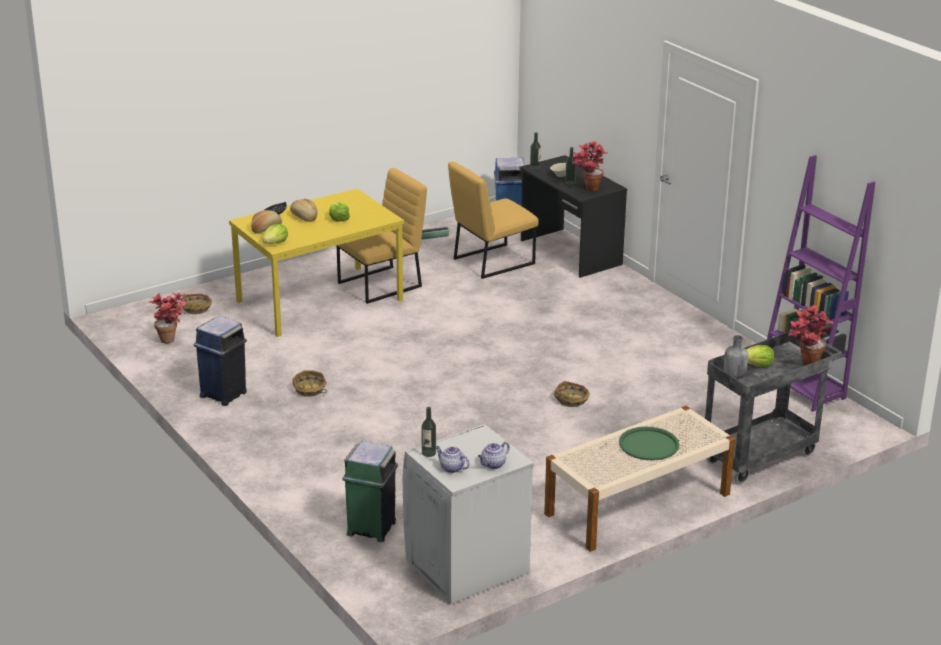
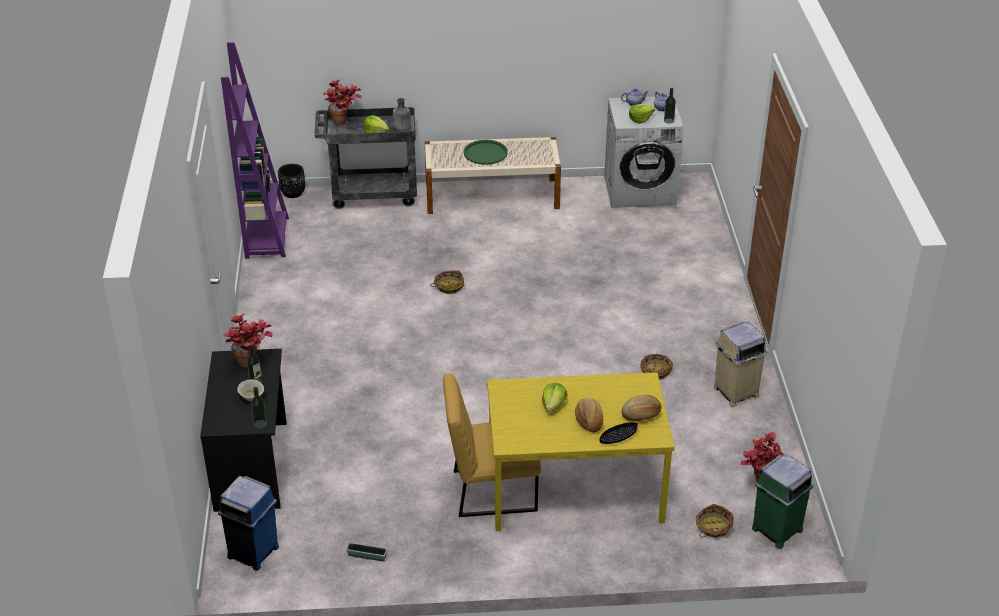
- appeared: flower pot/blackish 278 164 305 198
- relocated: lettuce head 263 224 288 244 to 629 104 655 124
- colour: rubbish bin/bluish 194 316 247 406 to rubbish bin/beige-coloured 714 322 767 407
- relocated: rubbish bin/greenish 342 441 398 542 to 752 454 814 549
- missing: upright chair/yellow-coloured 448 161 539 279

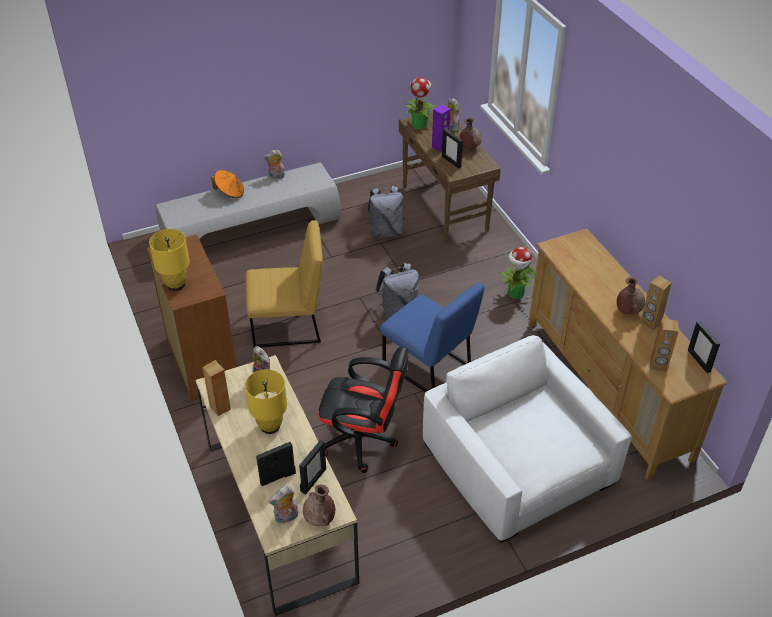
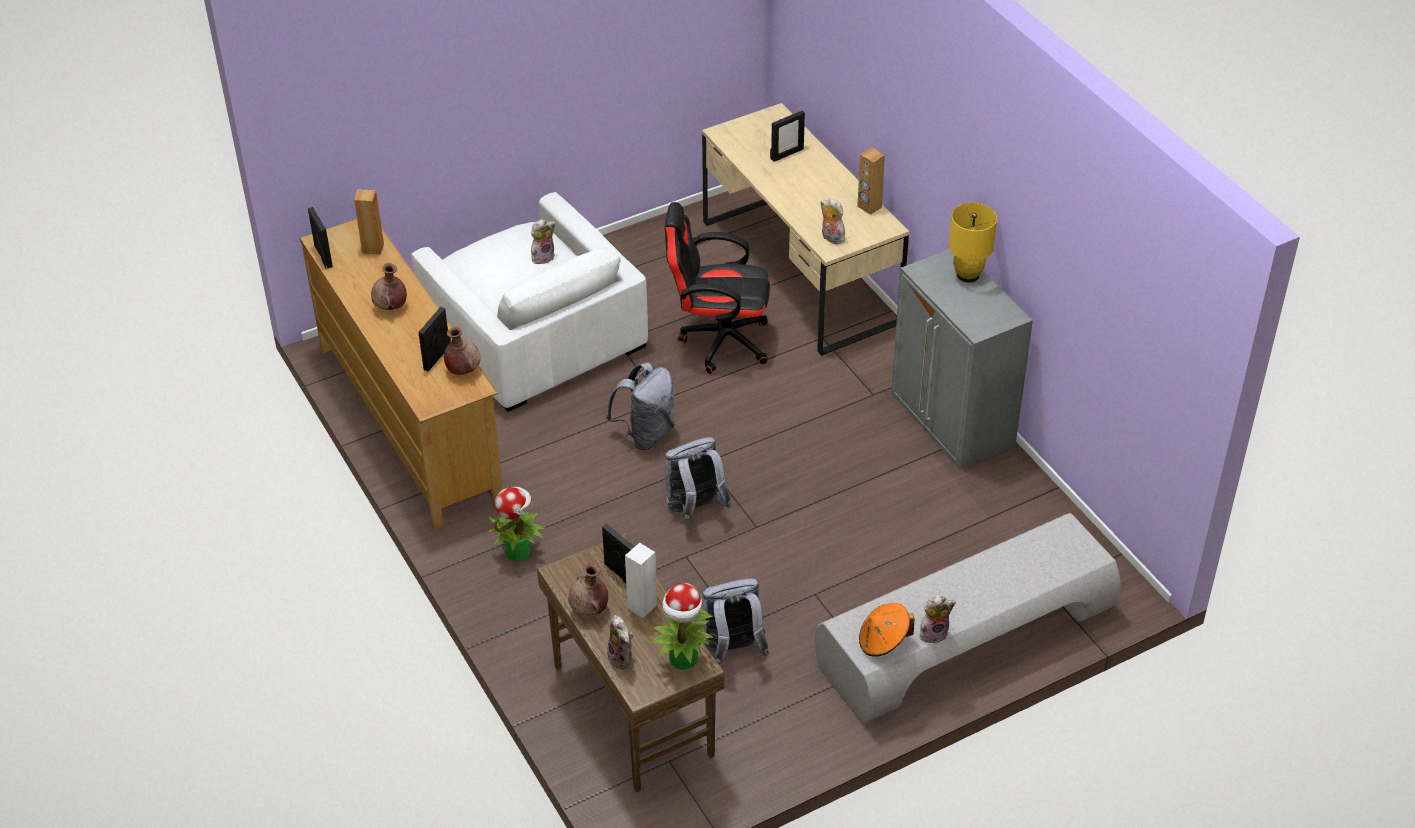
- relocated: standing frame 299 440 326 494 to 418 307 451 372
- relocated: decorative vase/brown 303 485 335 526 to 444 327 481 375
- relocated: cuddly toy 268 486 298 524 to 531 219 555 264
- exchanged: upright chair/bluish 380 283 485 392 to backpack/gray 606 362 675 450
- colour: speaker/purple 432 105 450 152 to speaker/white-coloured 625 543 657 618
- relocated: hat/orange 211 170 244 198 to 859 603 914 657
- colour: cabinet/brown 147 234 237 401 to cabinet/gray 891 249 1033 469
- missing: lamp for a table/yellow-coloured 245 369 287 434
- missing: upright chair/yellow-coloured 246 220 323 348
- missing: speaker/brown 640 275 672 330

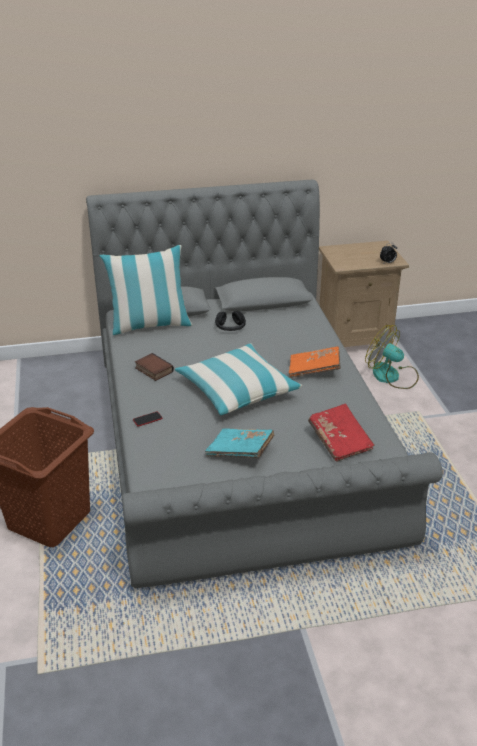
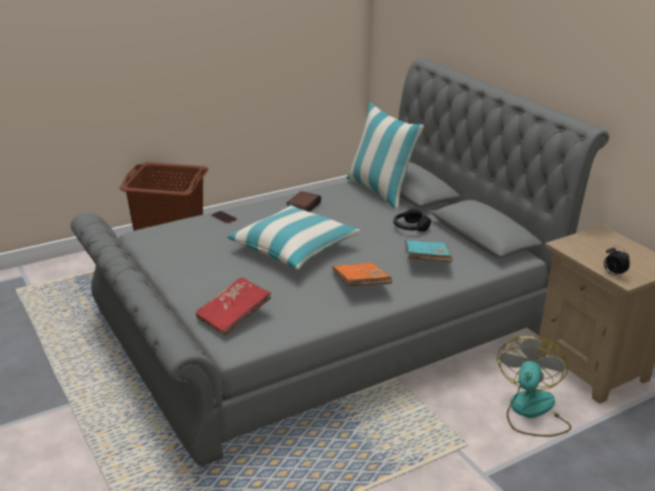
- relocated: book/blue-green 205 428 274 458 to 405 240 452 263

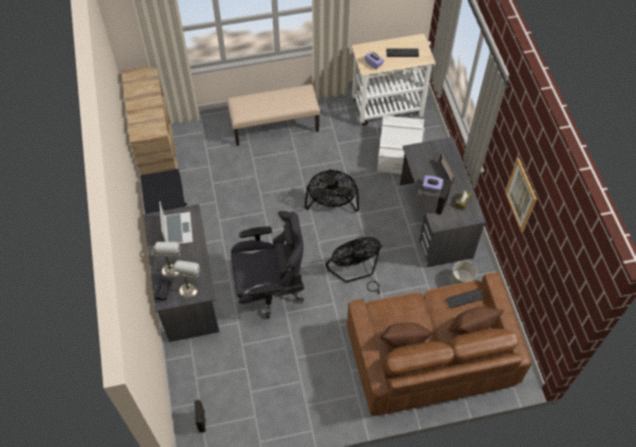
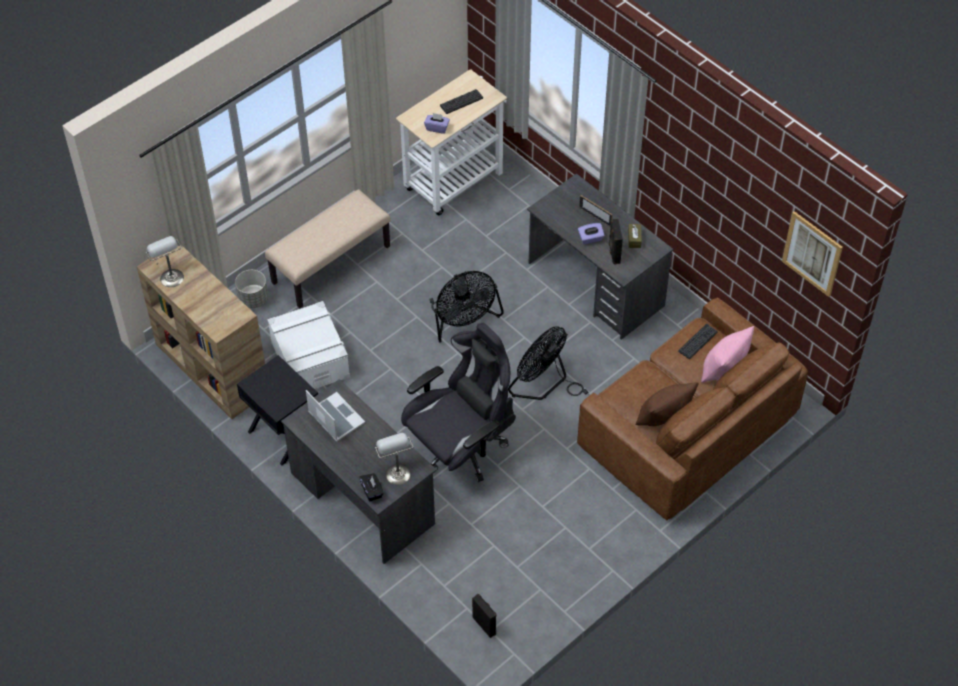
- relocated: lamp for a table/white-coloured 152 242 181 278 to 146 236 184 287
- relocated: flower pot/gray 450 260 477 285 to 235 270 268 308
- relocated: storage box/white-coloured 377 115 425 174 to 267 301 350 389
- colour: throw pillow/brown 448 307 504 335 to throw pillow/pink-coloured 701 326 754 382
- relocated: wall art 505 158 537 233 to 782 211 843 297

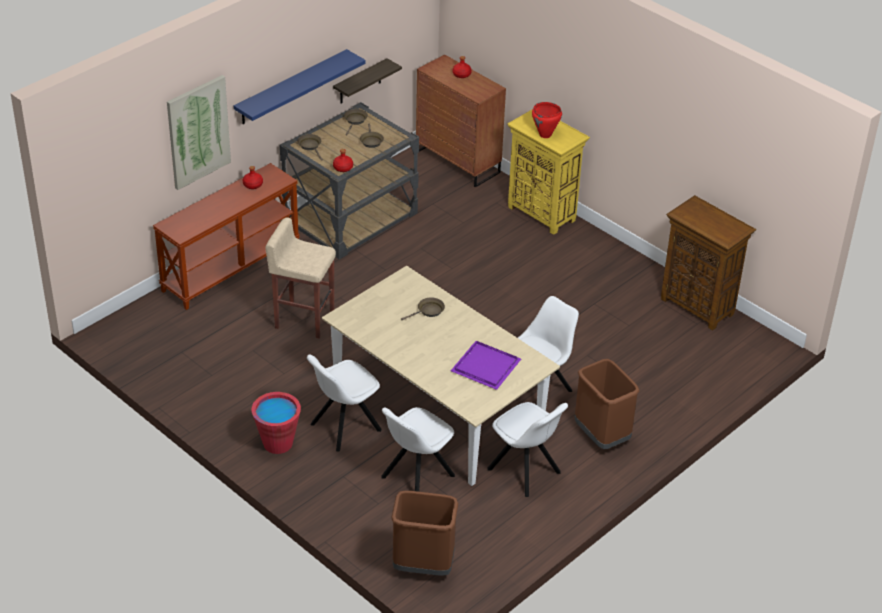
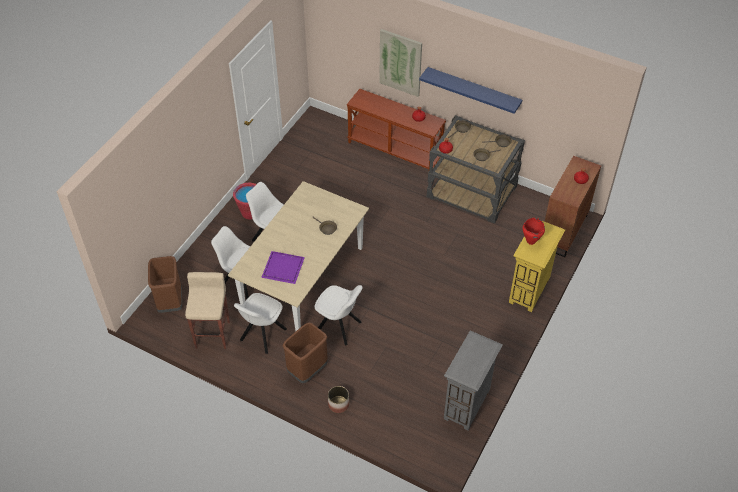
- relocated: stool/beige-coloured 265 217 336 339 to 185 272 230 349
- appeared: flower pot 328 386 349 413
- colour: cabinet/brown 661 195 756 331 to cabinet/gray 444 331 503 430
- missing: bracket shelf 333 58 402 103

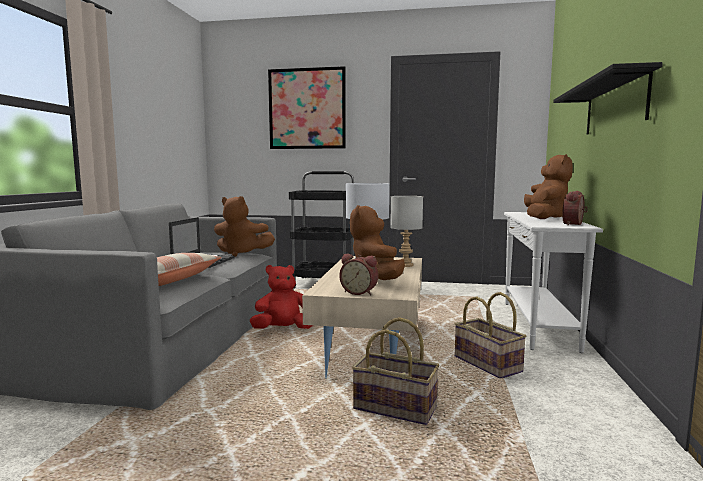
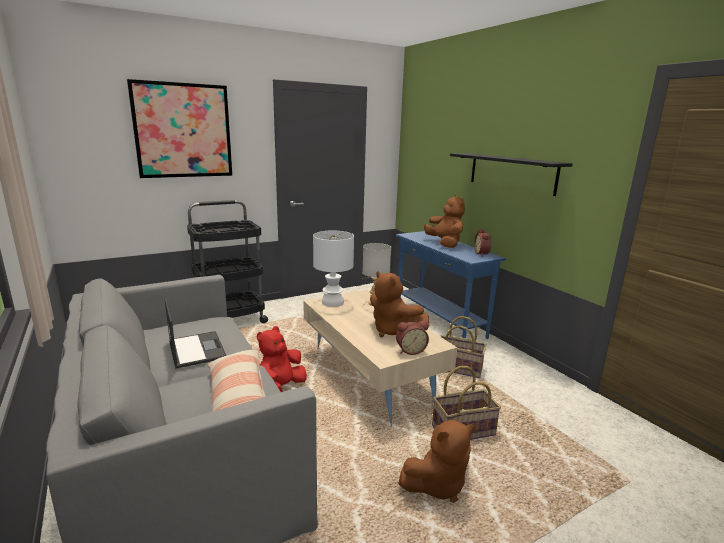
- colour: hall table/white-coloured 504 212 603 353 to hall table/bluish 396 231 506 339
- relocated: cuddly toy/brown 214 196 275 257 to 399 420 474 503

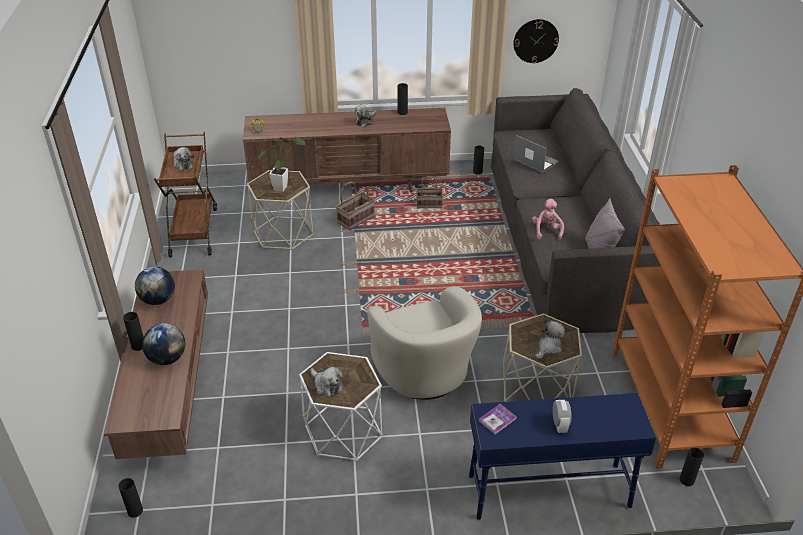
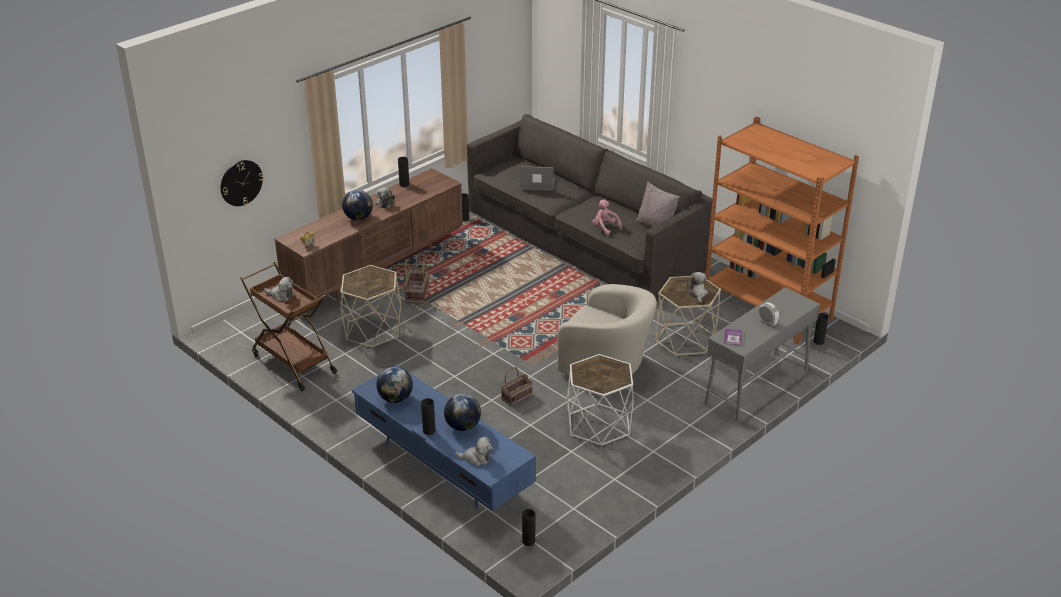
- relocated: hanging clock 514 19 559 63 to 221 160 263 206
- appeared: globe 342 190 373 220
- colour: tv unit/brown 104 270 208 459 to tv unit/bluish 352 365 536 511
- relocated: cuddly toy 310 367 343 397 to 455 437 493 466
- relocated: basket 416 176 443 208 to 501 367 533 406
- colour: hall table/bluish 469 393 656 520 to hall table/gray 705 287 820 423
- missing: houseplant 259 137 305 192

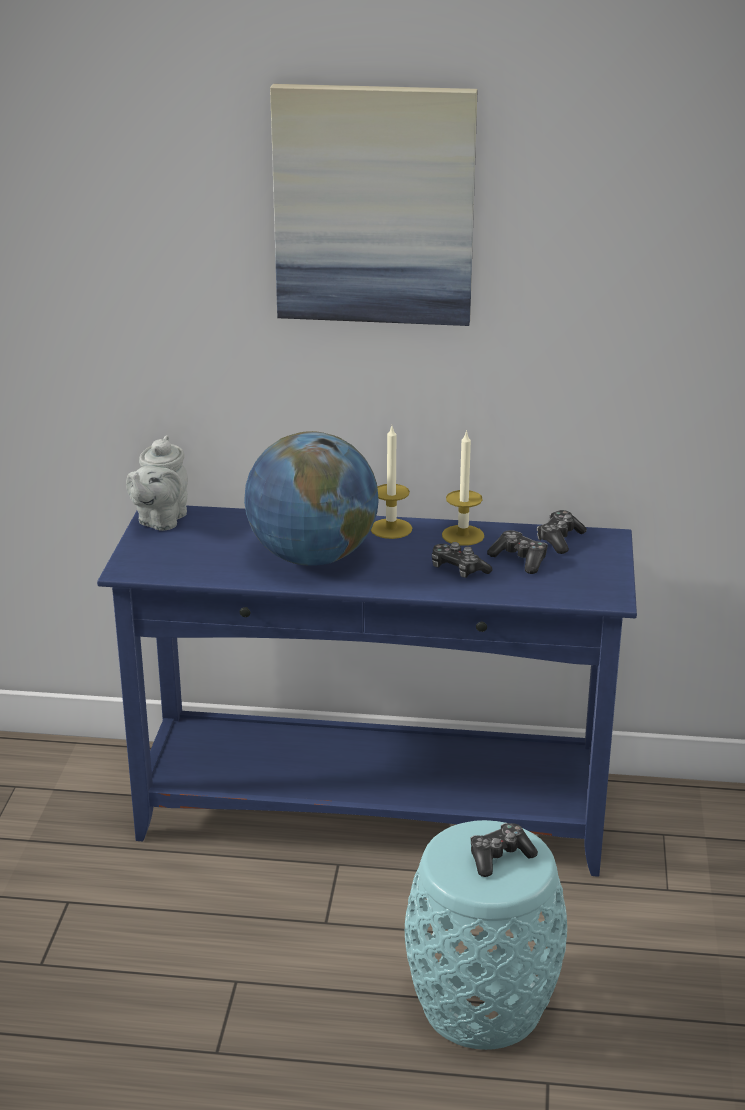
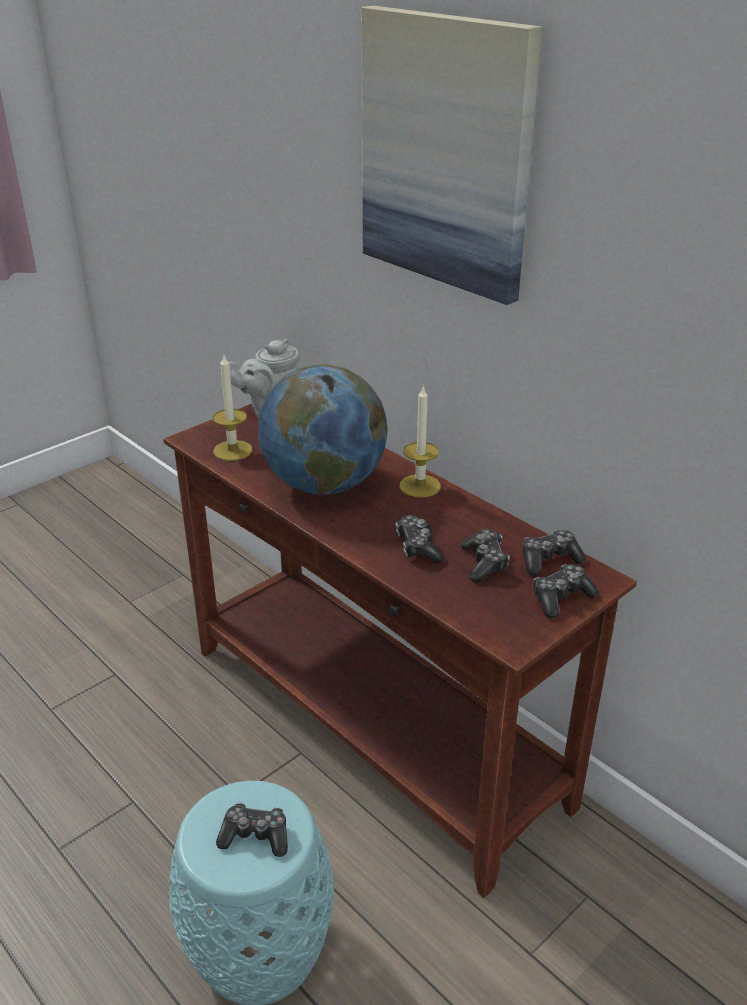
- colour: hall table/bluish 97 506 637 877 to hall table/brown 163 404 637 898
- relocated: candle 442 430 484 546 to 213 353 252 461
- appeared: joypad 533 564 599 618

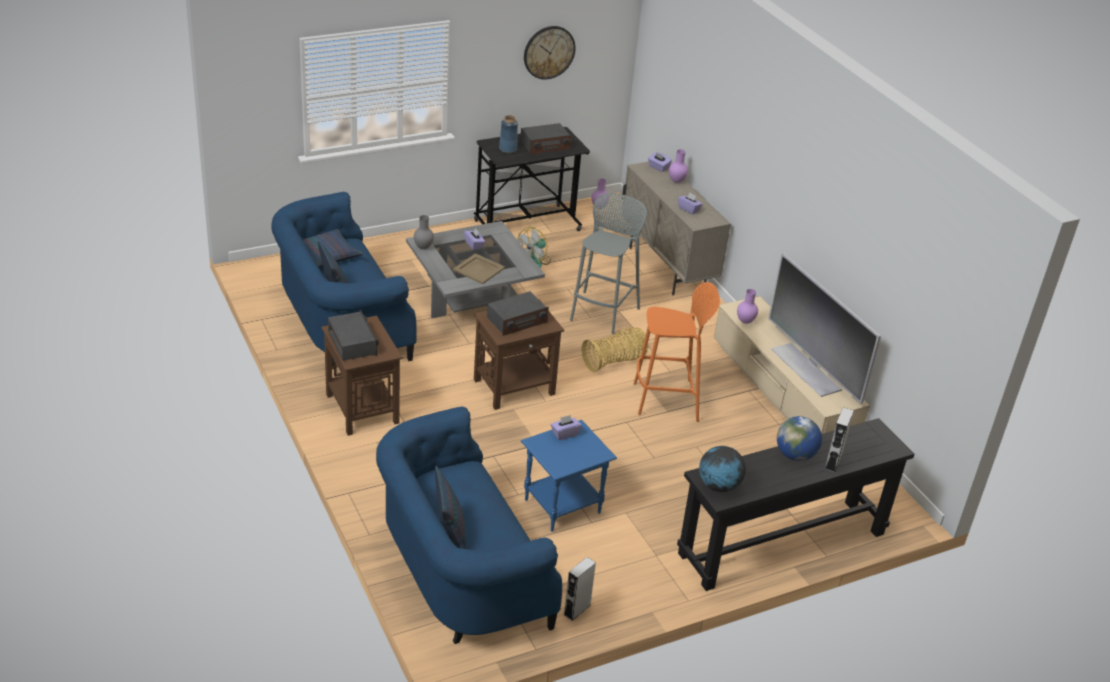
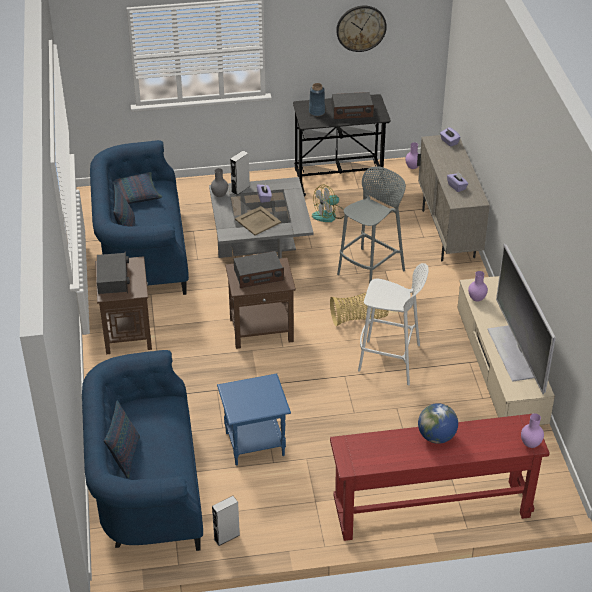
- relocated: speaker/gray 824 407 854 473 to 230 150 250 195
- colour: hall table/blackish 677 418 915 591 to hall table/red-coloured 330 414 550 541
- colour: stool/orange 634 282 720 422 to stool/white-coloured 358 263 429 385
- relocated: decorative vase/purple 669 149 688 183 to 521 413 544 448
- missing: tissue box/purple 551 415 582 440
- missing: globe 699 446 746 492

